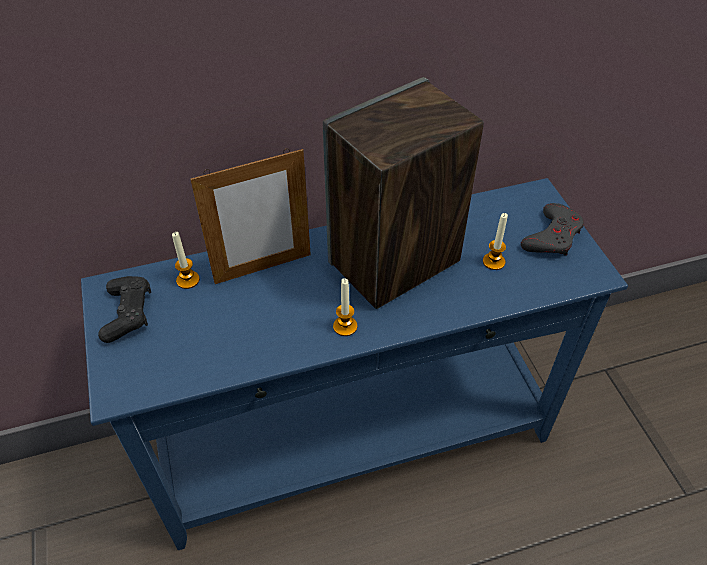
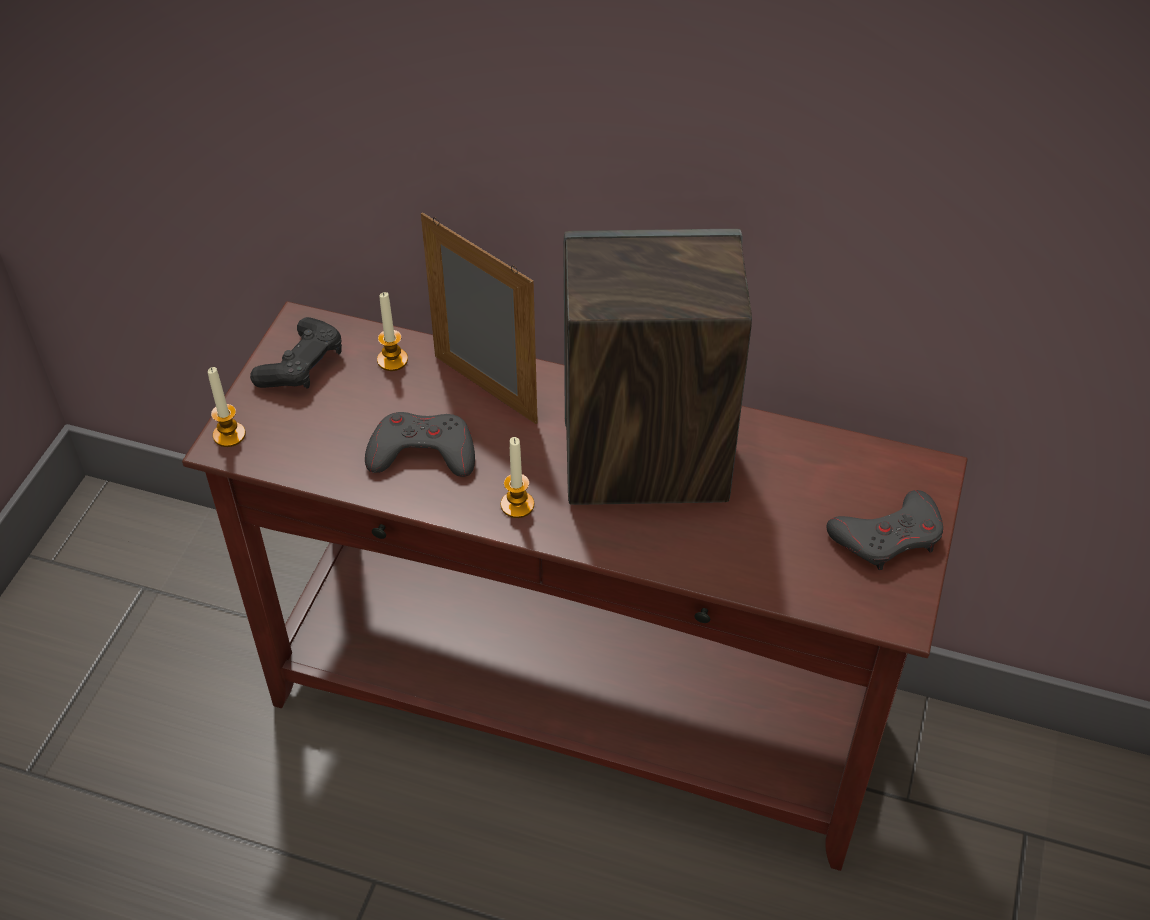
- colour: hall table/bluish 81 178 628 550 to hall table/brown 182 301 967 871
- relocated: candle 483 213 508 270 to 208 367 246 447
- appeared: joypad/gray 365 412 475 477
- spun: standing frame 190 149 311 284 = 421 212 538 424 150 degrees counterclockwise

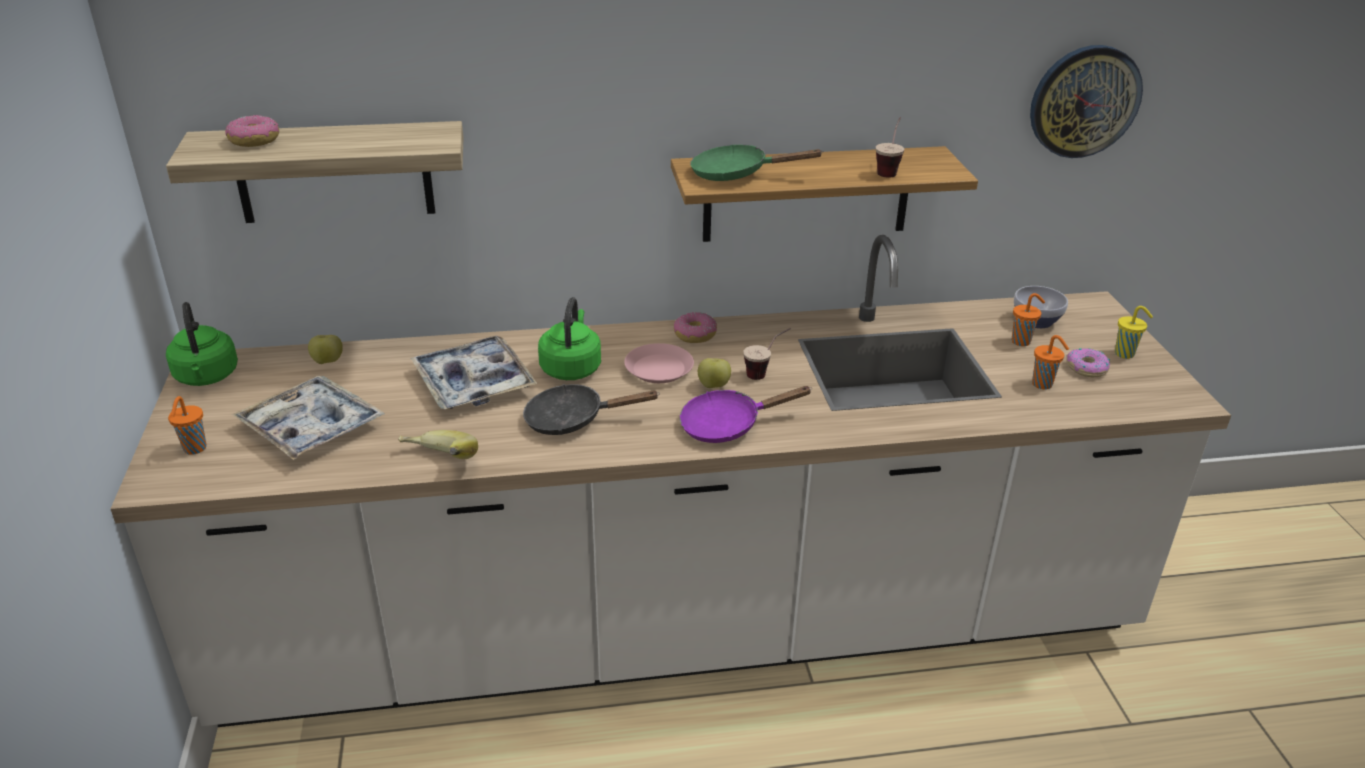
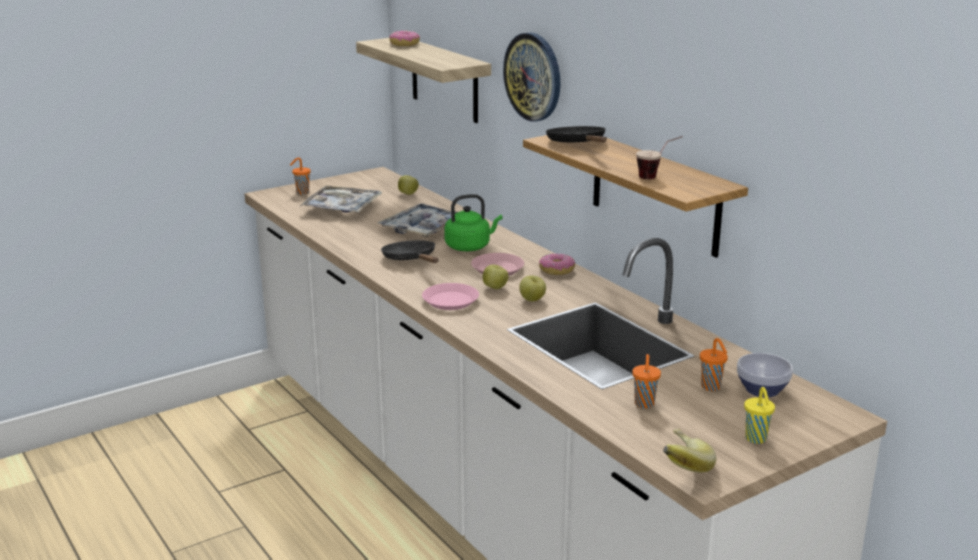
- exchanged: frying pan/purple 680 386 812 443 to plate/pink-coloured 422 283 479 310
- relocated: hanging clock 1030 45 1143 158 to 503 32 560 121
- exchanged: cup 743 328 791 380 to apple fruit 519 276 546 301
- colour: frying pan/greenish 690 144 824 181 to frying pan/blackish 546 126 607 142
- relocated: banana 398 430 478 459 to 663 429 716 473
- missing: kettle/greenish 166 302 238 386
- missing: ring doughnut 1066 348 1110 377

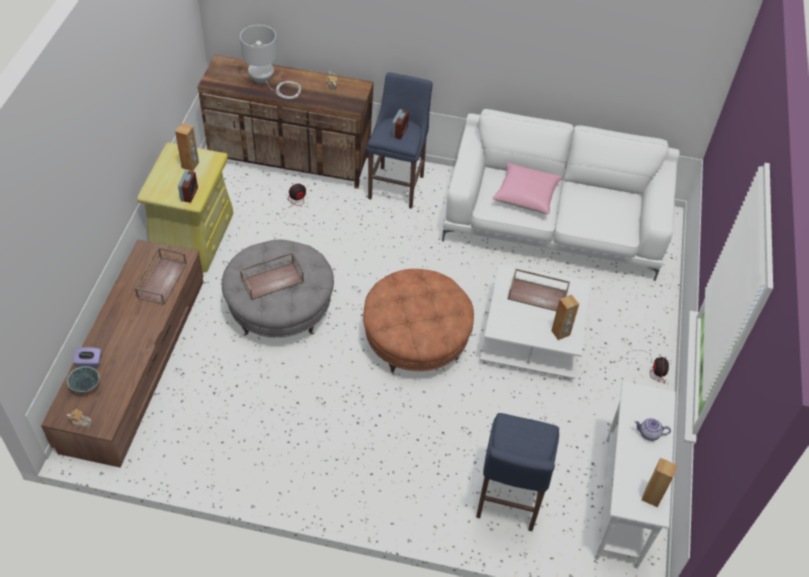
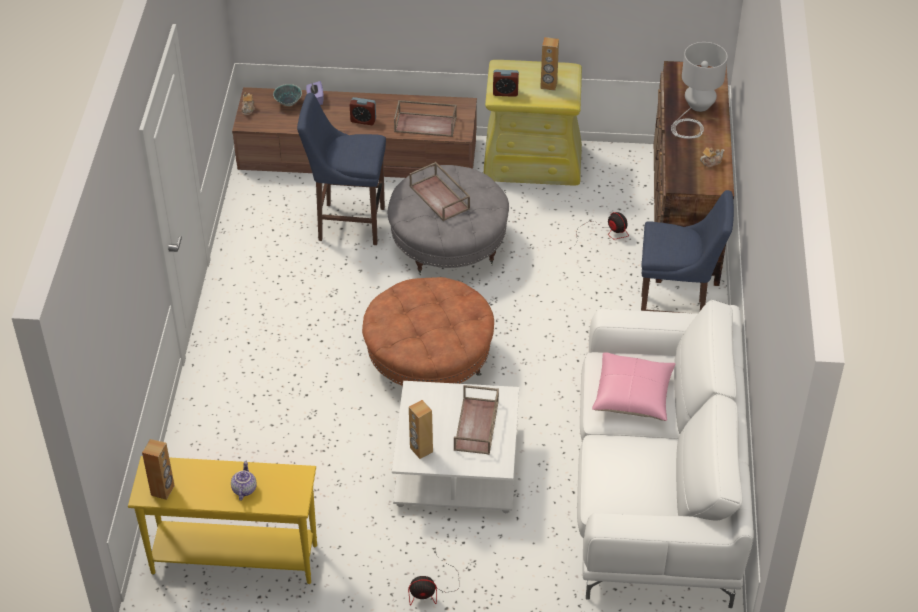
- colour: hall table/white-coloured 595 381 676 568 to hall table/yellow-coloured 128 456 317 584
- relocated: stool/bluish 476 413 559 531 to 297 93 386 245
- relocated: alarm clock 392 109 409 139 to 350 97 376 125

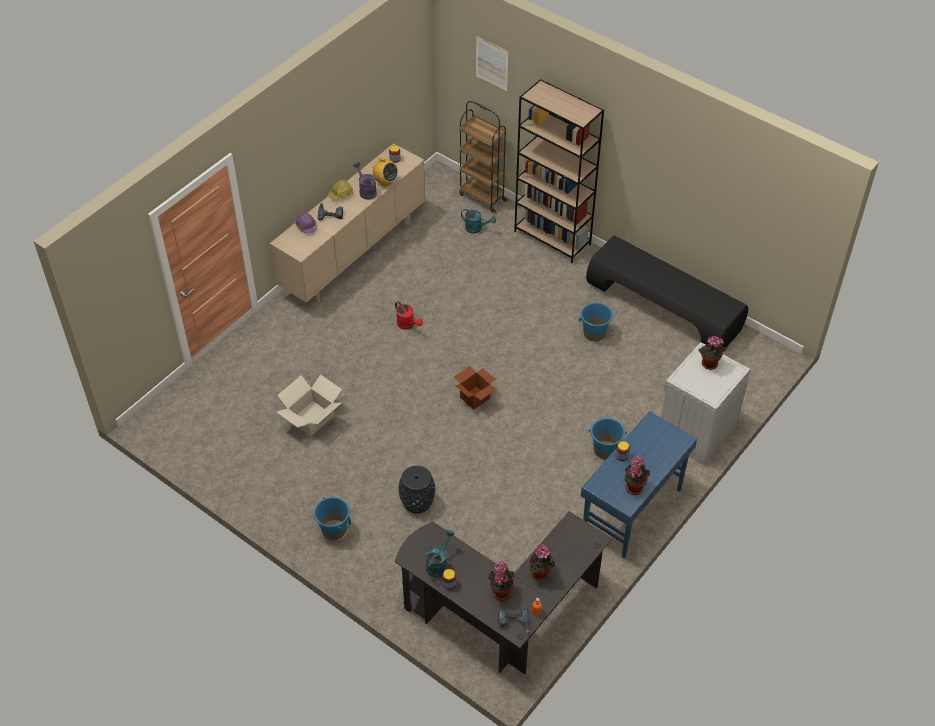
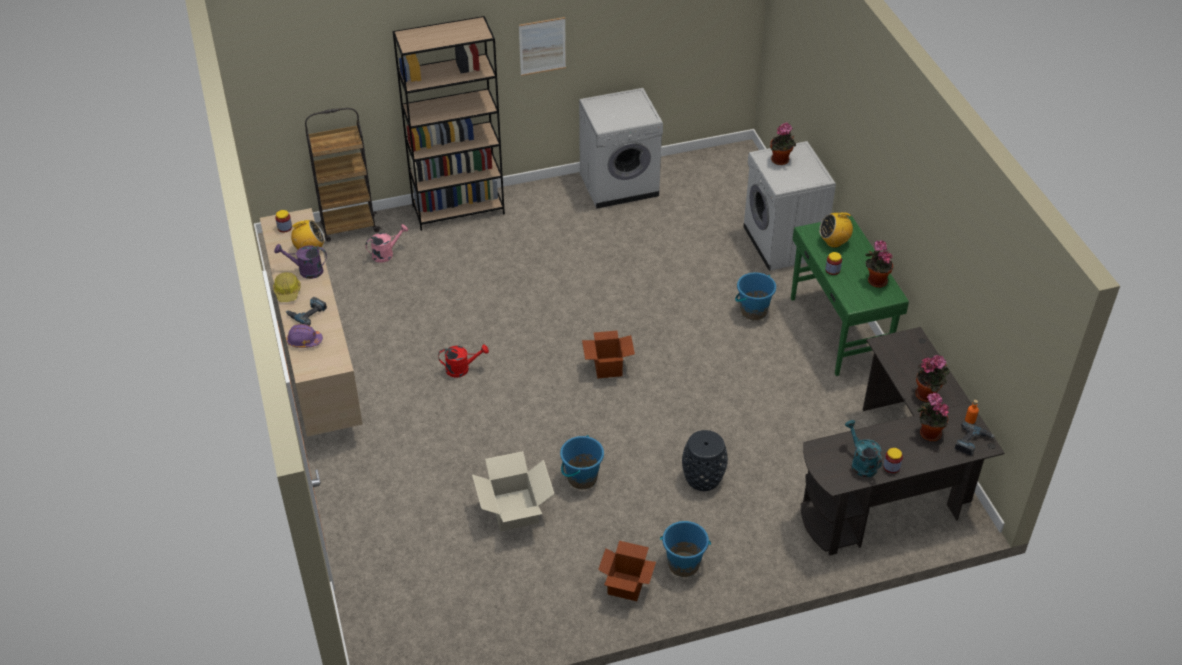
- colour: sprinkling can/blue-green 461 209 496 233 to sprinkling can/pink-coloured 366 224 408 263
- relocated: wall art 476 36 509 92 to 519 17 566 76
- relocated: bucket/bluish 578 302 613 342 to 560 435 604 489
- exchanged: long seat/blackish 586 235 748 352 to washing machine/white-coloured 579 88 663 208
- appeared: carton 598 541 656 601
- colour: hall table/bluish 581 411 697 558 to hall table/greenish 791 216 909 376
- appeared: radio 819 212 853 248

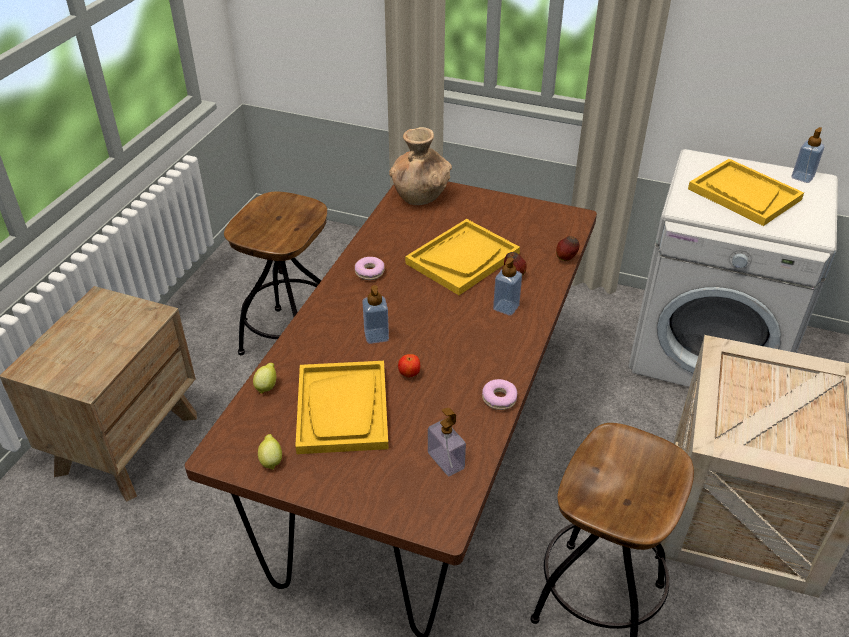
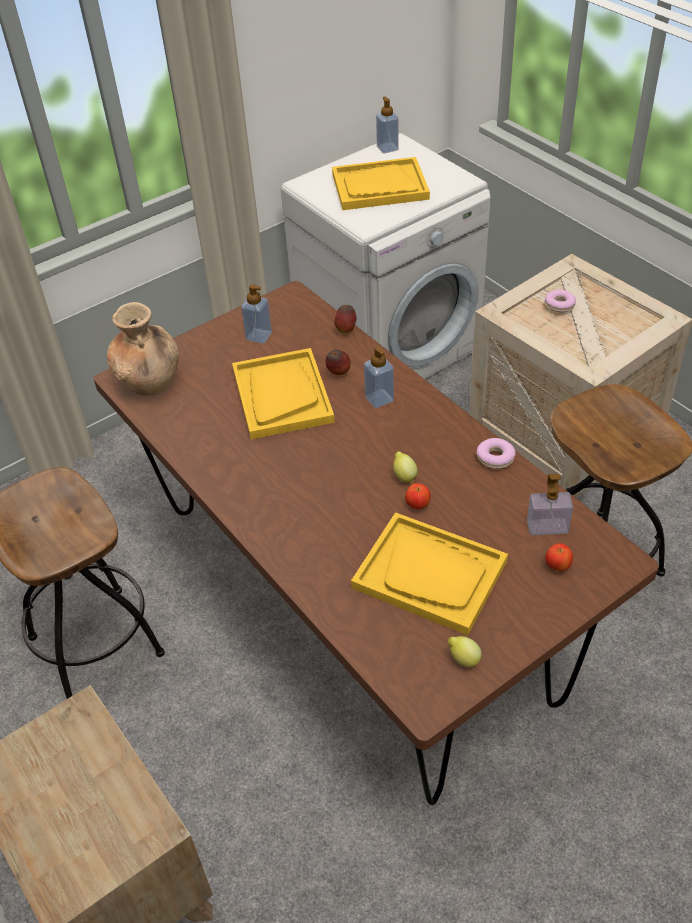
- relocated: soap dispenser 362 285 389 344 to 241 284 272 344
- relocated: whole lemon 253 363 276 394 to 393 451 418 483
- relocated: ring doughnut 355 257 385 280 to 545 289 576 312
- appeared: apple fruit 545 543 573 571

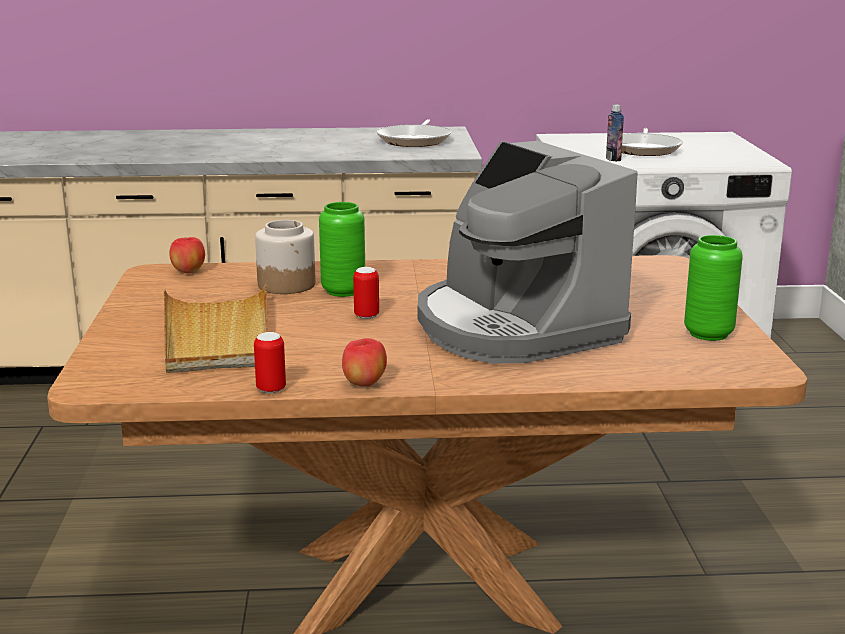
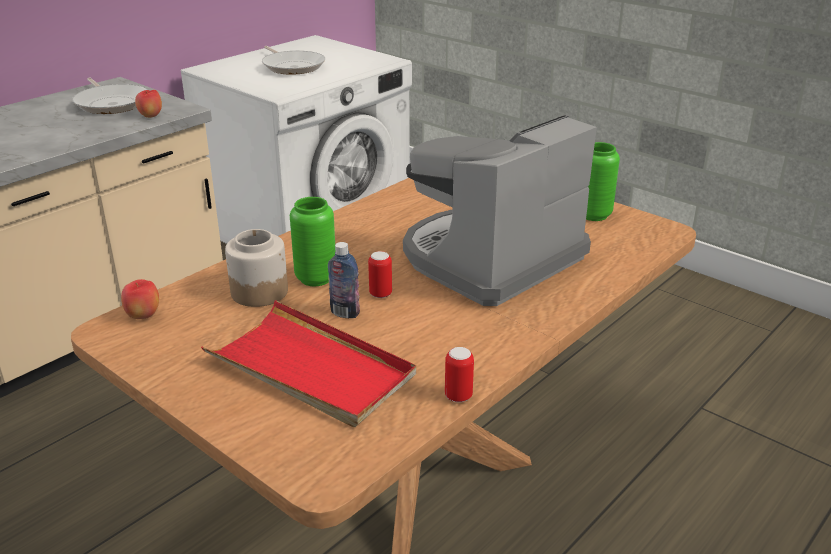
- relocated: apple fruit 342 338 387 387 to 135 90 162 118
- colour: carrying tray/beige-coloured 164 284 268 373 to carrying tray/red-coloured 201 300 416 427
- relocated: beverage bottle 606 104 624 162 to 328 242 360 318
- spun: coffee maker 418 141 638 364 = 403 114 597 306 120 degrees clockwise

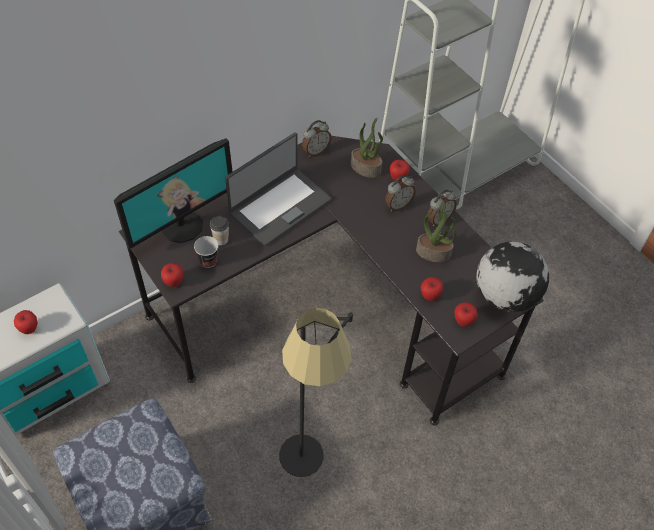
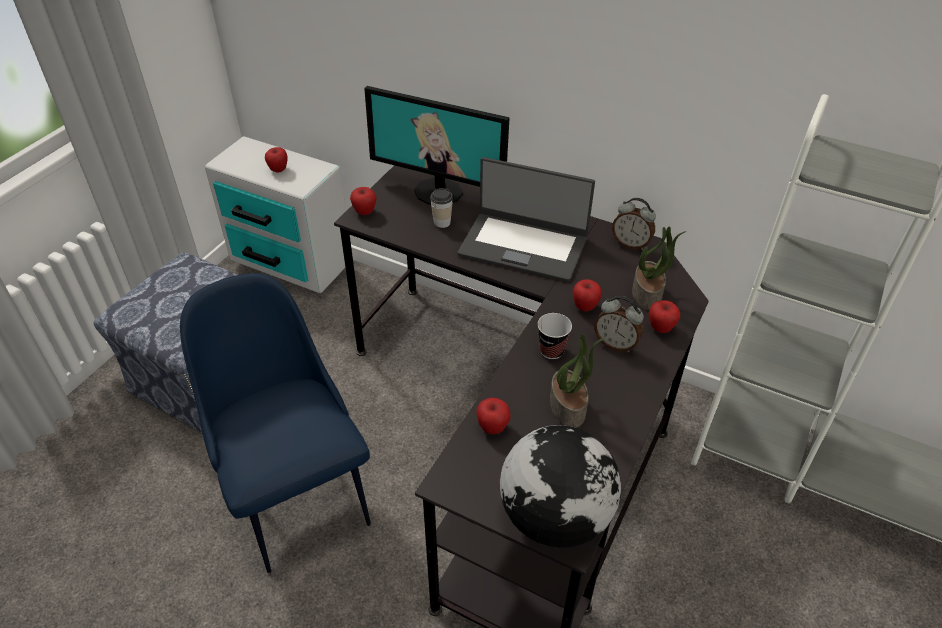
- exchanged: standard lamp/blackish 279 308 353 477 to upright chair/bluish 180 273 371 573
- relocated: cup 194 236 219 268 to 538 313 572 359
- relocated: apple fruit 454 302 478 327 to 573 279 602 311
- missing: alarm clock 427 189 457 227

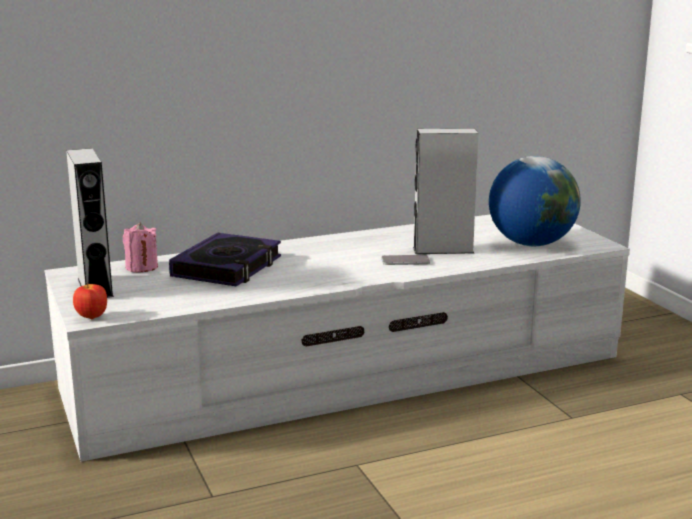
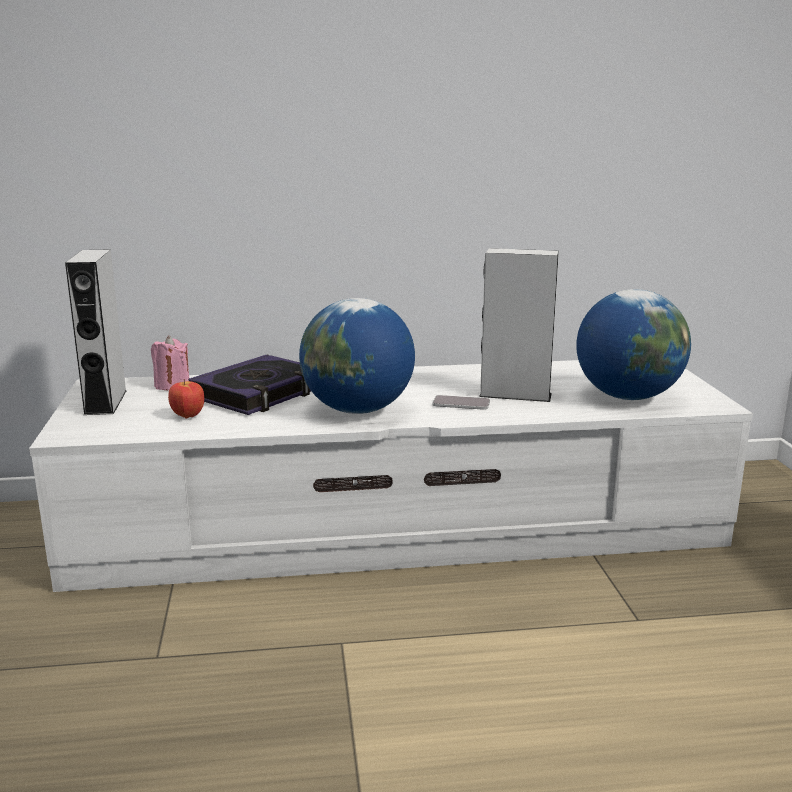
- relocated: apple fruit 73 283 107 319 to 168 379 204 419
- appeared: globe 299 298 415 414

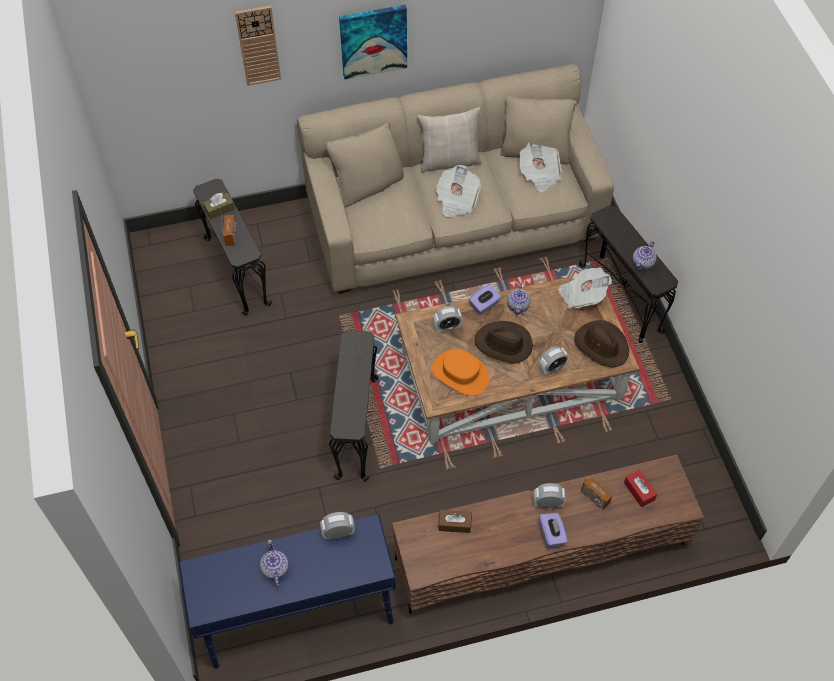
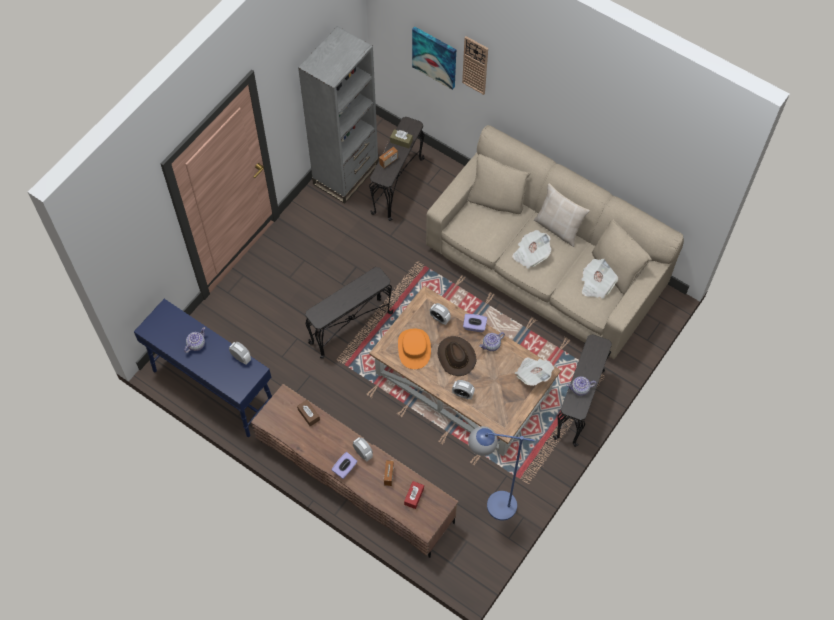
- appeared: bookshelf/gray 298 26 379 204
- relocated: wall art 339 5 407 79 to 412 27 456 90
- appeared: standard lamp/bluish 468 426 534 520
- missing: hat/brown 574 320 629 367

